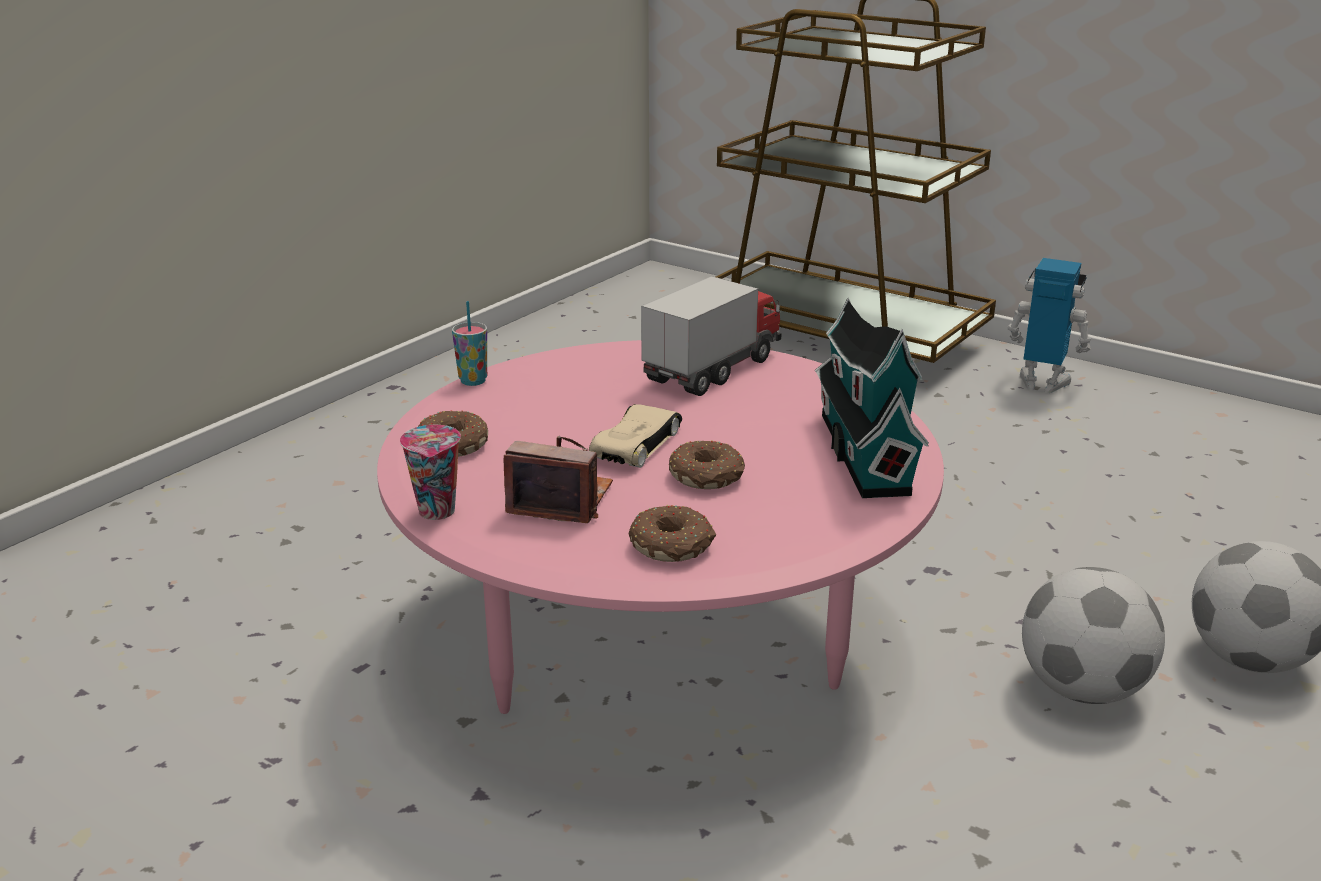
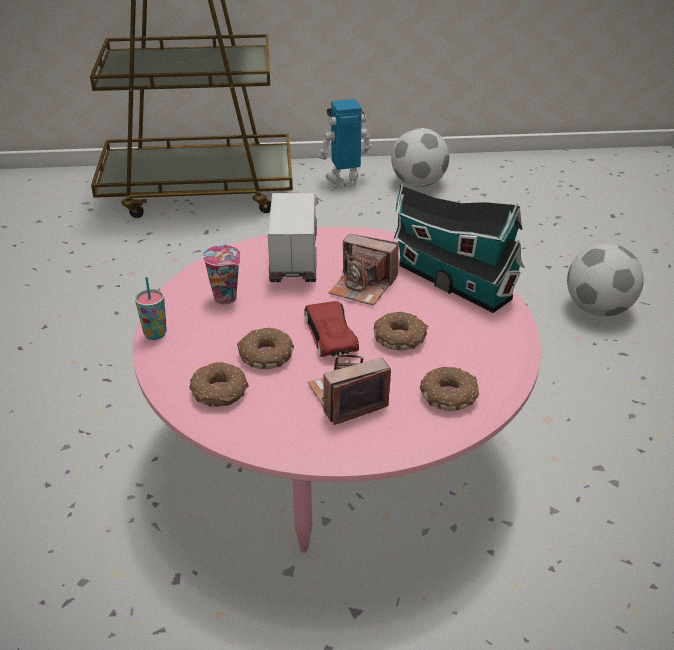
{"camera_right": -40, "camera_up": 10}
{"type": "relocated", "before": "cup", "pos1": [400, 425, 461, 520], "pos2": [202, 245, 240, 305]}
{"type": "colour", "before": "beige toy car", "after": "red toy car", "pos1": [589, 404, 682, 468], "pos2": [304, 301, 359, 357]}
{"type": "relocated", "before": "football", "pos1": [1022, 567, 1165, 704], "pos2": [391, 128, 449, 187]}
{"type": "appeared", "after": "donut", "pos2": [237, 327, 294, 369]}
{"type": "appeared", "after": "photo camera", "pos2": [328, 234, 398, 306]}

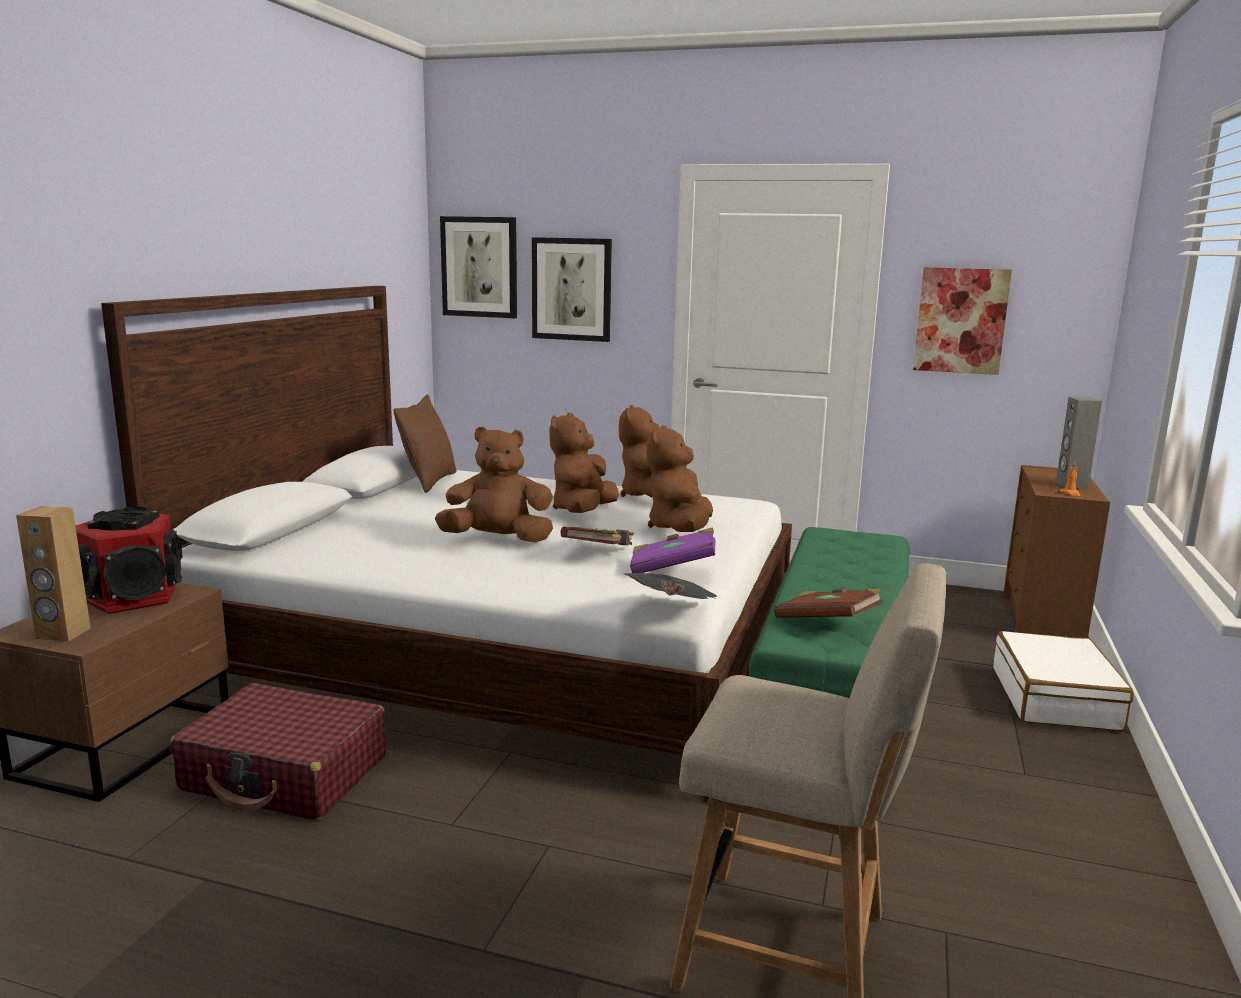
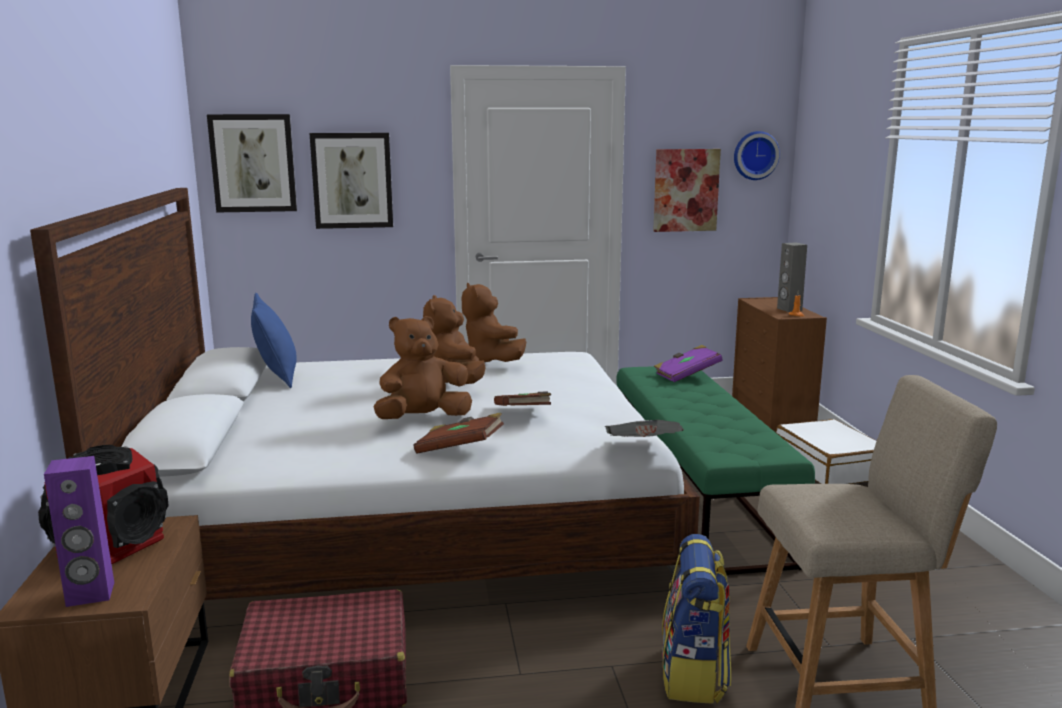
{"camera_right": -25, "camera_up": 0}
{"type": "colour", "before": "brown speaker", "after": "purple speaker", "pos1": [16, 506, 91, 642], "pos2": [44, 456, 114, 607]}
{"type": "colour", "before": "brown pillow", "after": "blue pillow", "pos1": [393, 395, 457, 493], "pos2": [251, 293, 297, 388]}
{"type": "relocated", "before": "purple book", "pos1": [630, 527, 715, 573], "pos2": [654, 345, 723, 382]}
{"type": "missing", "before": "brown plush toy", "pos1": [646, 425, 713, 532]}
{"type": "relocated", "before": "brown book", "pos1": [774, 588, 883, 618], "pos2": [414, 412, 504, 454]}
{"type": "appeared", "after": "backpack", "pos2": [662, 534, 731, 704]}
{"type": "appeared", "after": "wall clock", "pos2": [734, 131, 780, 180]}

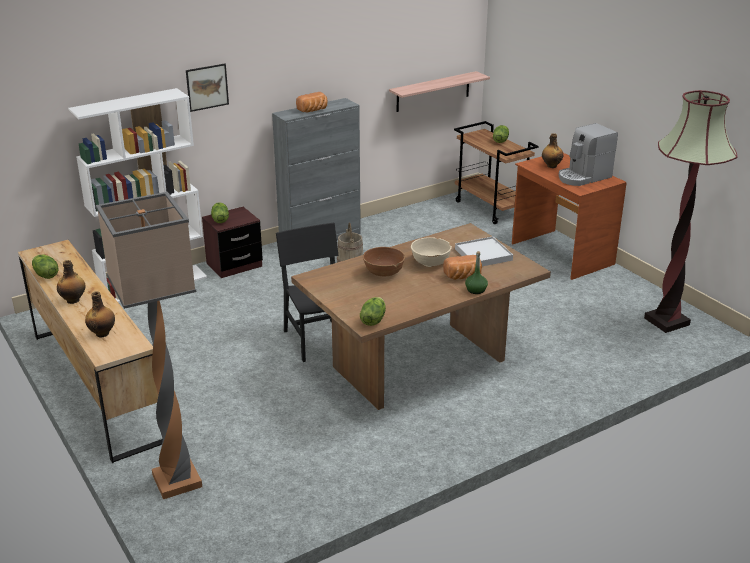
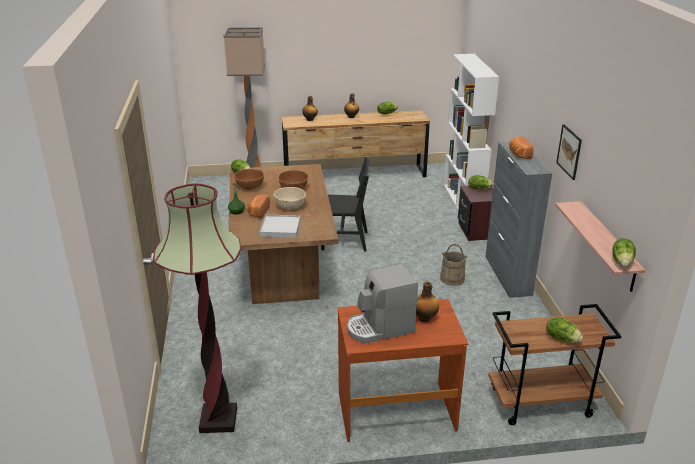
{"camera_right": 115, "camera_up": 0}
{"type": "relocated", "before": "picture", "pos1": [186, 64, 229, 112], "pos2": [556, 124, 582, 180]}
{"type": "spun", "before": "coffee machine", "pos1": [559, 123, 618, 186], "pos2": [347, 263, 418, 343], "turn": -105}
{"type": "appeared", "after": "brown bowl", "pos2": [234, 169, 264, 190]}
{"type": "appeared", "after": "lettuce", "pos2": [612, 238, 636, 267]}

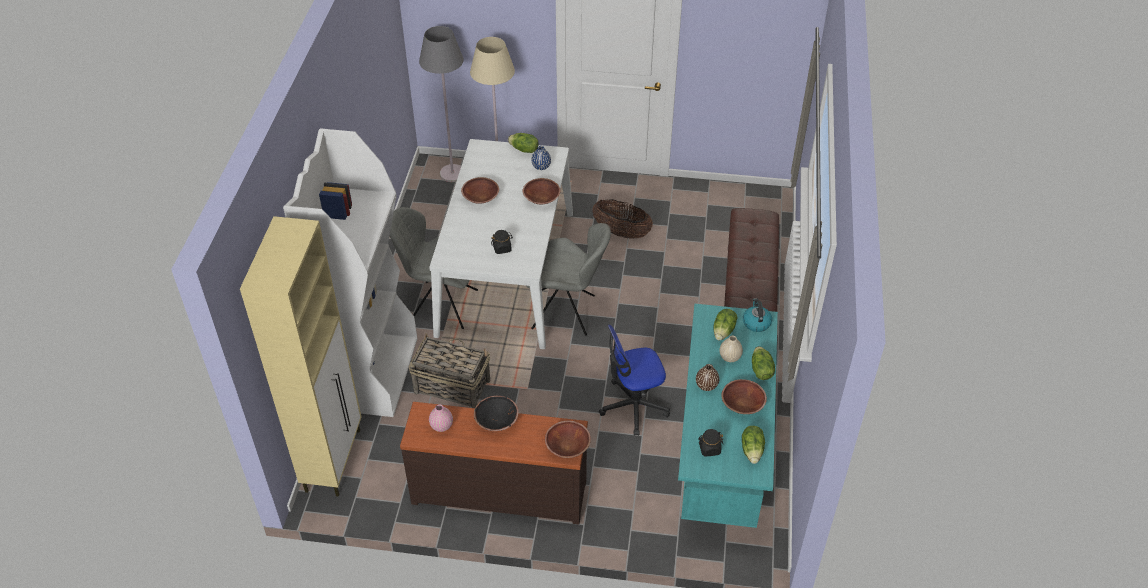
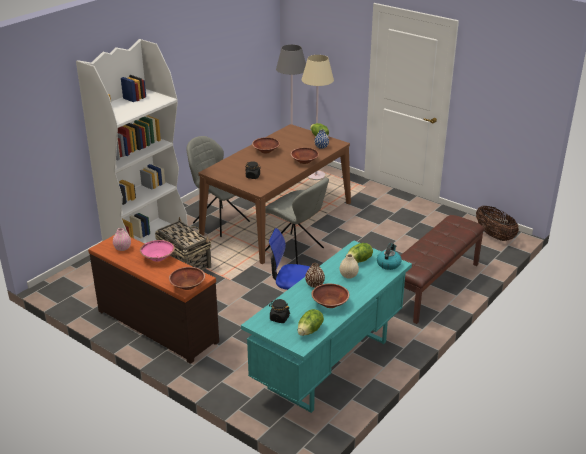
{"camera_right": 30, "camera_up": -15}
{"type": "missing", "before": "beige cabinet", "pos1": [240, 216, 362, 496]}
{"type": "colour", "before": "white dining table", "after": "brown dining table", "pos1": [429, 139, 573, 349], "pos2": [199, 124, 351, 264]}
{"type": "colour", "before": "black bowl", "after": "pink bowl", "pos1": [474, 396, 519, 431], "pos2": [140, 240, 175, 262]}
{"type": "relocated", "before": "basket", "pos1": [592, 199, 653, 239], "pos2": [476, 206, 519, 241]}
{"type": "missing", "before": "lettuce", "pos1": [752, 346, 775, 380]}

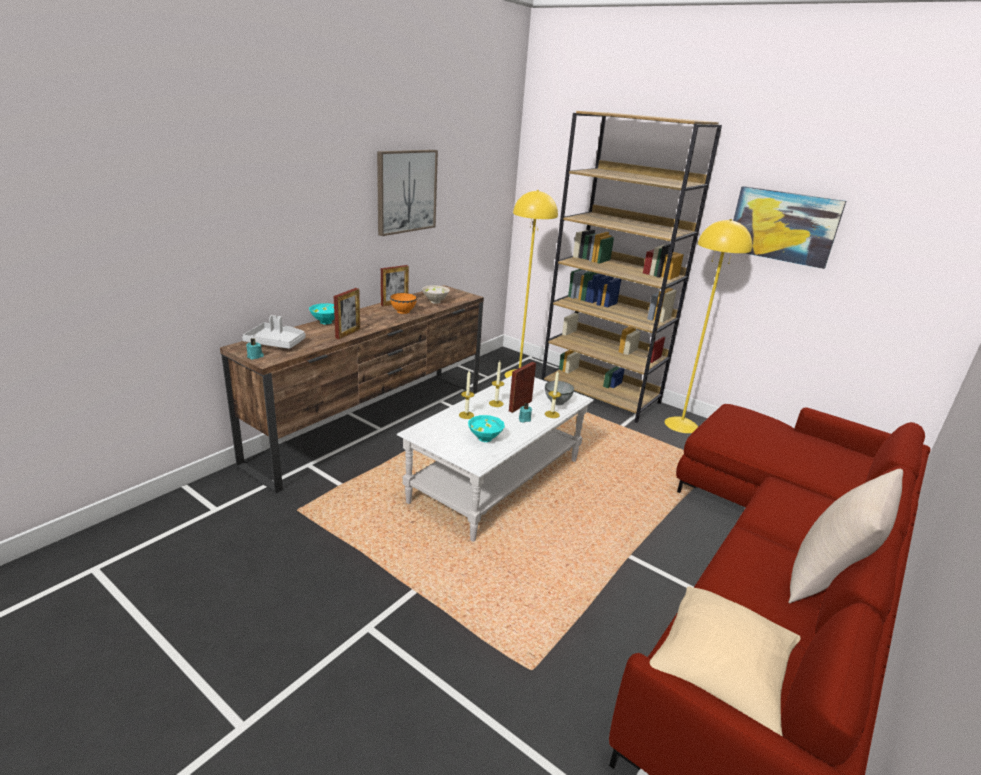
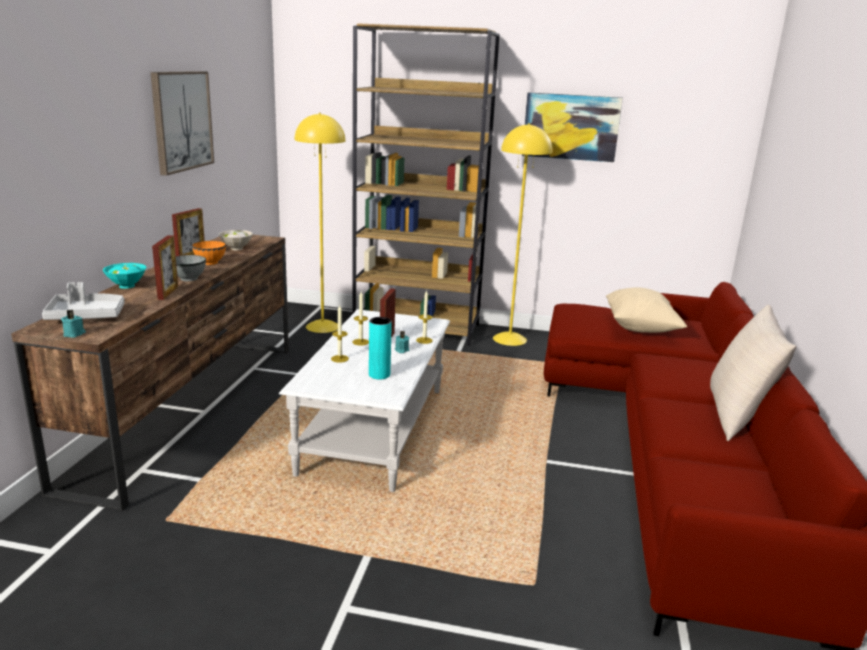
{"camera_right": -25, "camera_up": -5}
{"type": "exchanged", "before": "turquoise bowl", "after": "turquoise vase", "pos1": [468, 415, 505, 442], "pos2": [369, 317, 392, 379]}
{"type": "relocated", "before": "grey bowl", "pos1": [545, 381, 574, 405], "pos2": [176, 255, 206, 281]}
{"type": "relocated", "before": "beige pillow", "pos1": [650, 586, 801, 737], "pos2": [606, 287, 687, 333]}

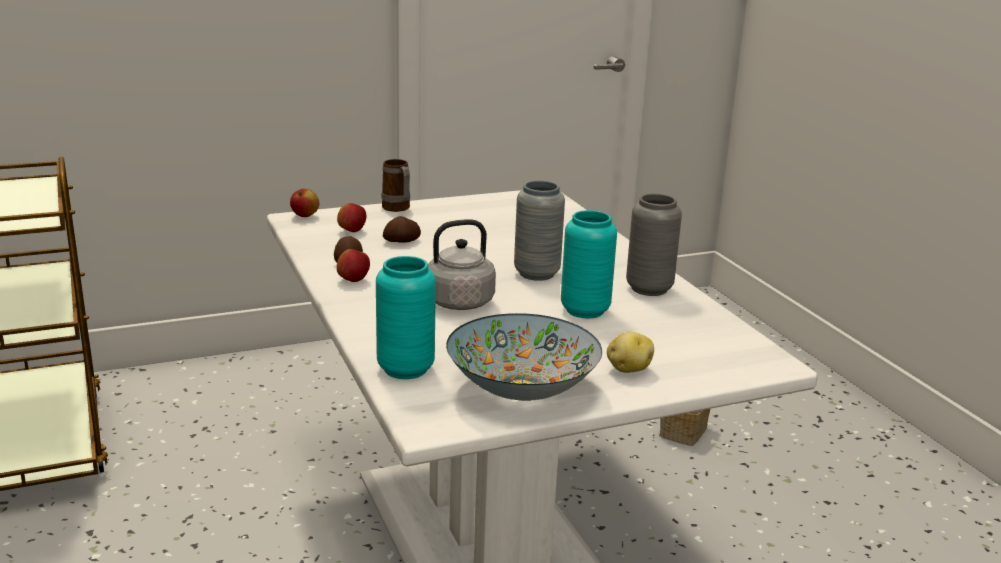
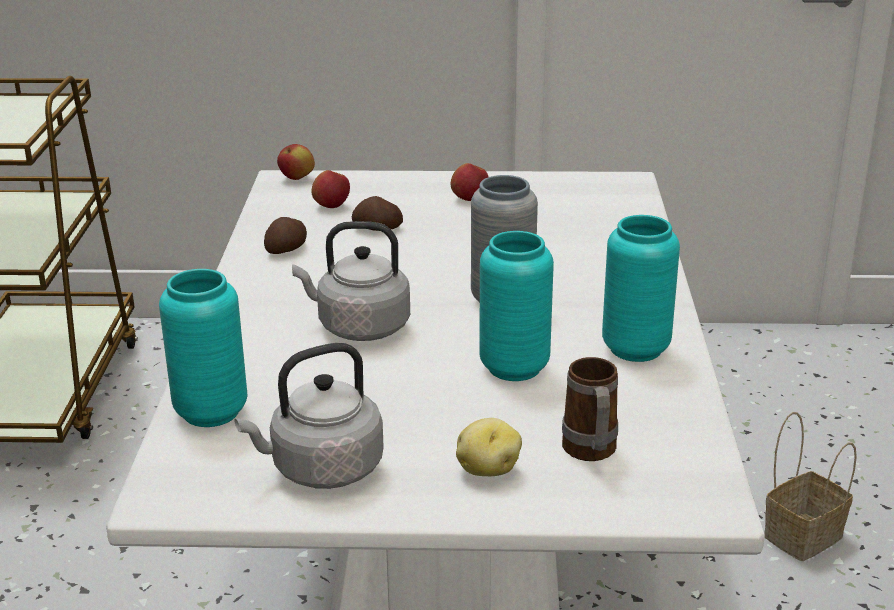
{"camera_right": 25, "camera_up": 5}
{"type": "relocated", "before": "apple", "pos1": [336, 249, 370, 282], "pos2": [451, 163, 489, 201]}
{"type": "relocated", "before": "mug", "pos1": [382, 159, 410, 212], "pos2": [562, 357, 618, 461]}
{"type": "exchanged", "before": "bowl", "after": "grey kettle", "pos1": [446, 313, 602, 401], "pos2": [234, 343, 384, 489]}
{"type": "colour", "before": "grey vase", "after": "turquoise vase", "pos1": [626, 193, 682, 296], "pos2": [602, 215, 680, 362]}

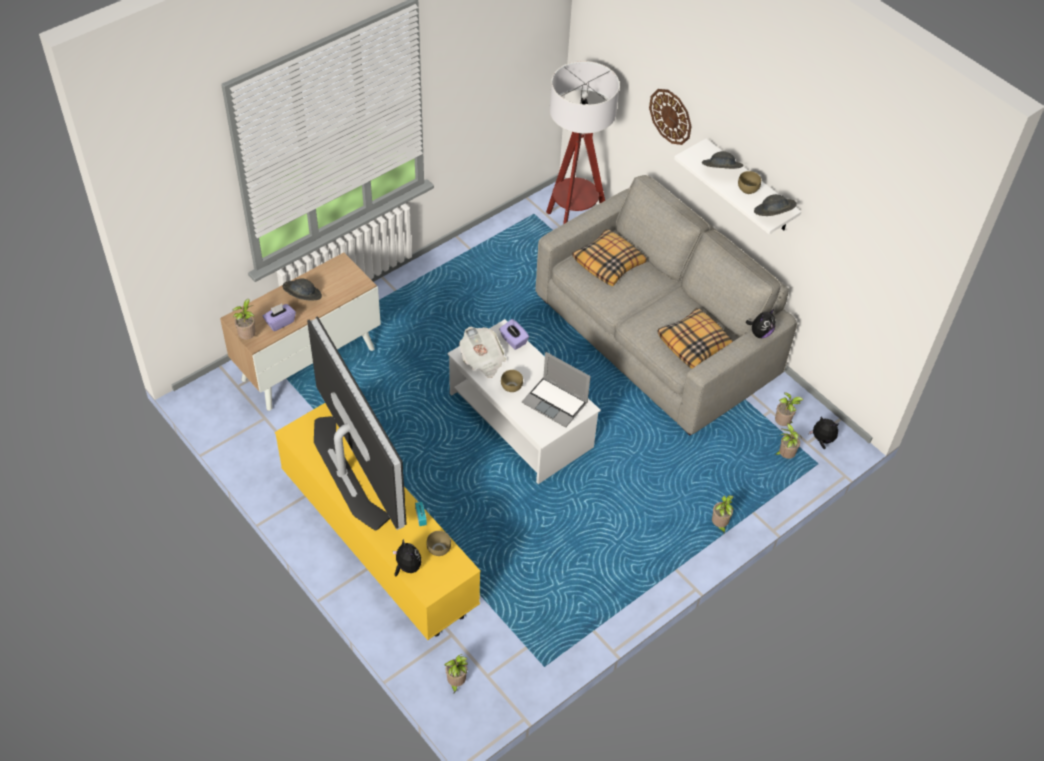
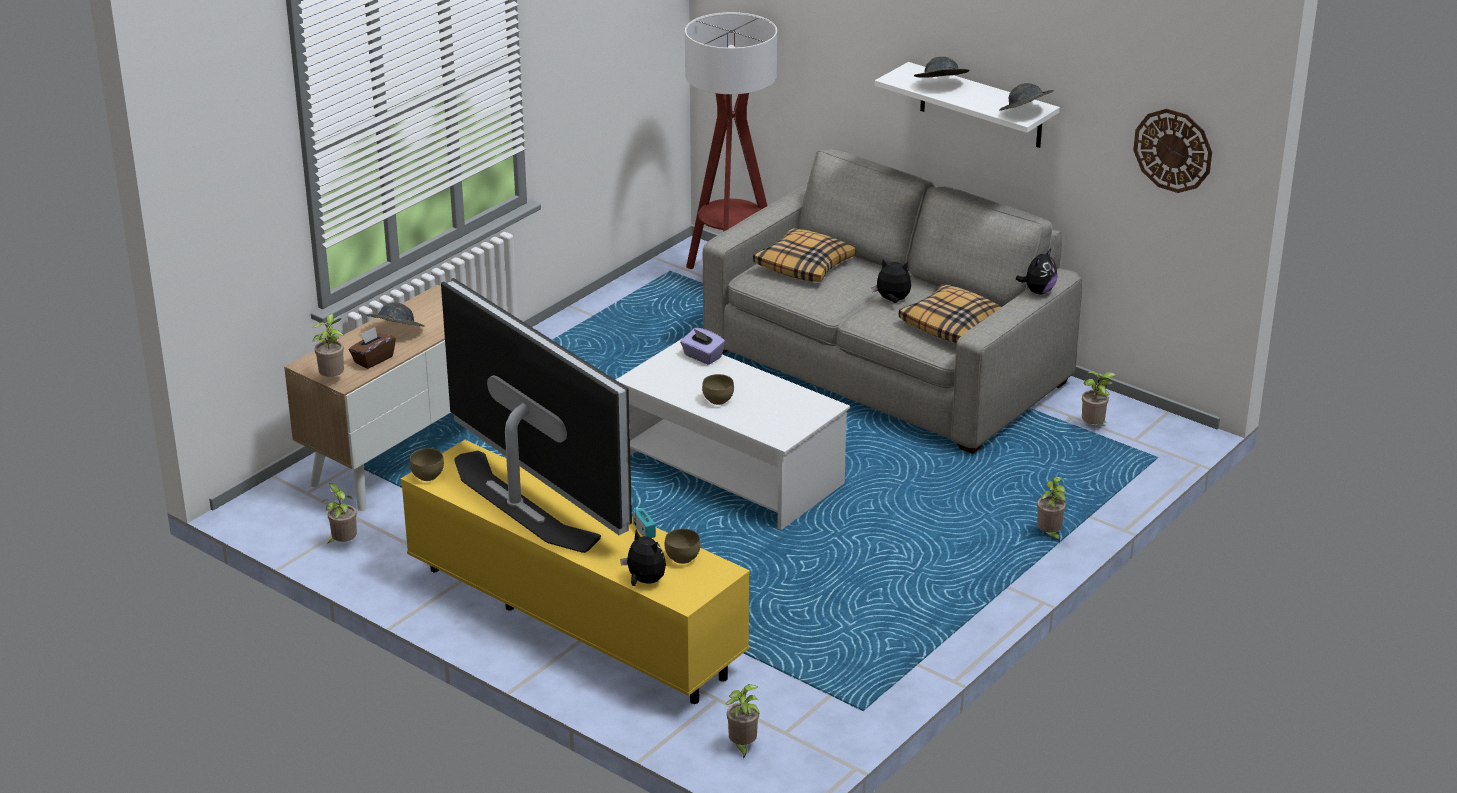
{"camera_right": -10, "camera_up": -20}
{"type": "colour", "before": "purple tissue box", "after": "brown tissue box", "pos1": [263, 304, 296, 331], "pos2": [349, 327, 396, 369]}
{"type": "missing", "before": "newspaper", "pos1": [459, 326, 506, 378]}
{"type": "missing", "before": "laptop", "pos1": [522, 352, 591, 428]}
{"type": "relocated", "before": "wall clock", "pos1": [649, 89, 692, 145], "pos2": [1133, 109, 1212, 193]}
{"type": "relocated", "before": "brown bowl", "pos1": [738, 171, 761, 194], "pos2": [410, 448, 444, 481]}
{"type": "relocated", "before": "potted plant", "pos1": [775, 423, 802, 459], "pos2": [321, 483, 357, 544]}
{"type": "relocated", "before": "plush toy", "pos1": [809, 416, 838, 449], "pos2": [872, 259, 911, 303]}

